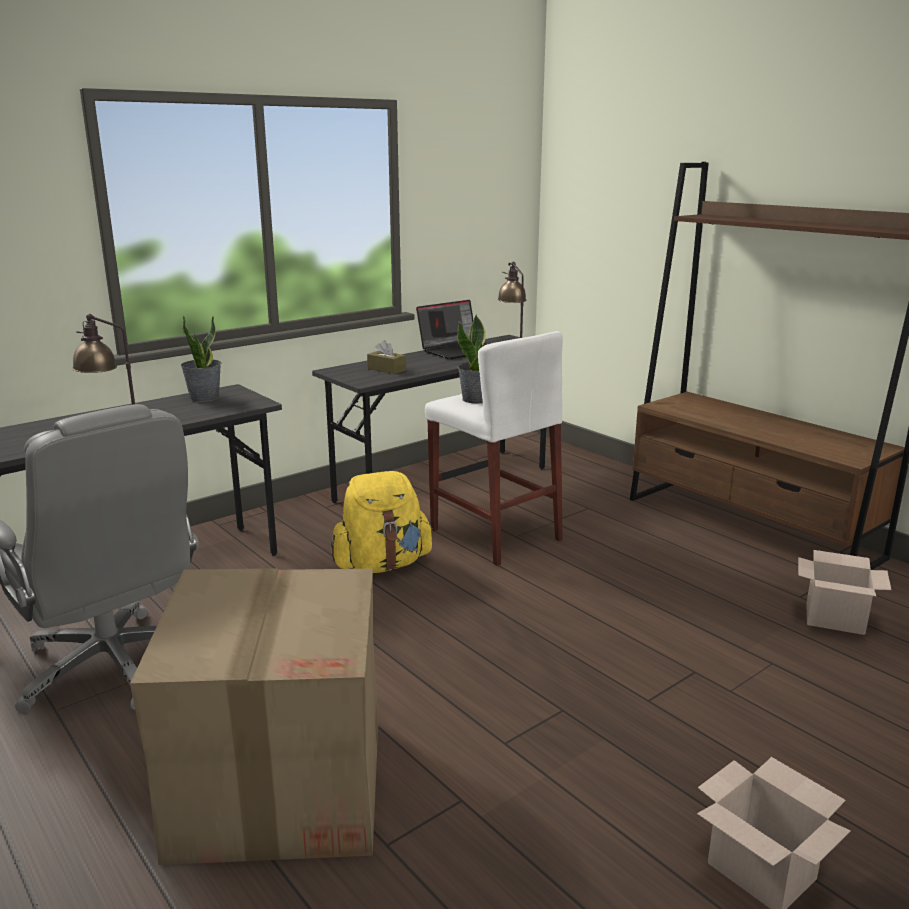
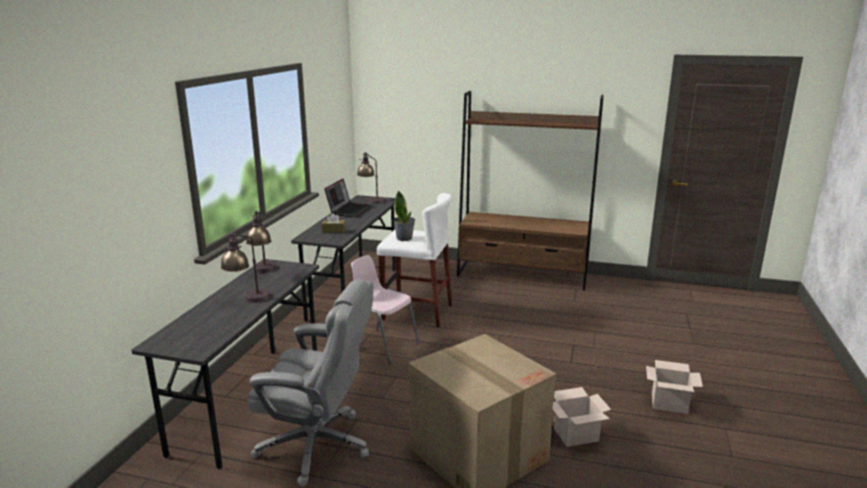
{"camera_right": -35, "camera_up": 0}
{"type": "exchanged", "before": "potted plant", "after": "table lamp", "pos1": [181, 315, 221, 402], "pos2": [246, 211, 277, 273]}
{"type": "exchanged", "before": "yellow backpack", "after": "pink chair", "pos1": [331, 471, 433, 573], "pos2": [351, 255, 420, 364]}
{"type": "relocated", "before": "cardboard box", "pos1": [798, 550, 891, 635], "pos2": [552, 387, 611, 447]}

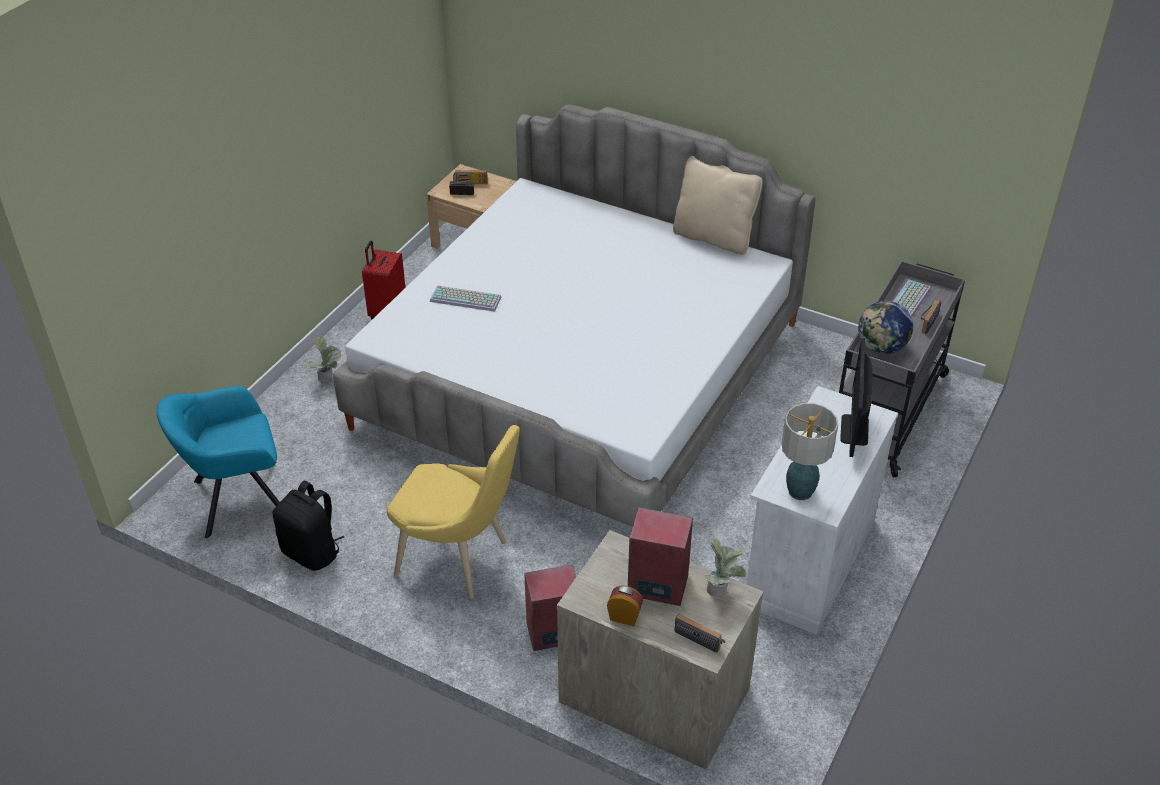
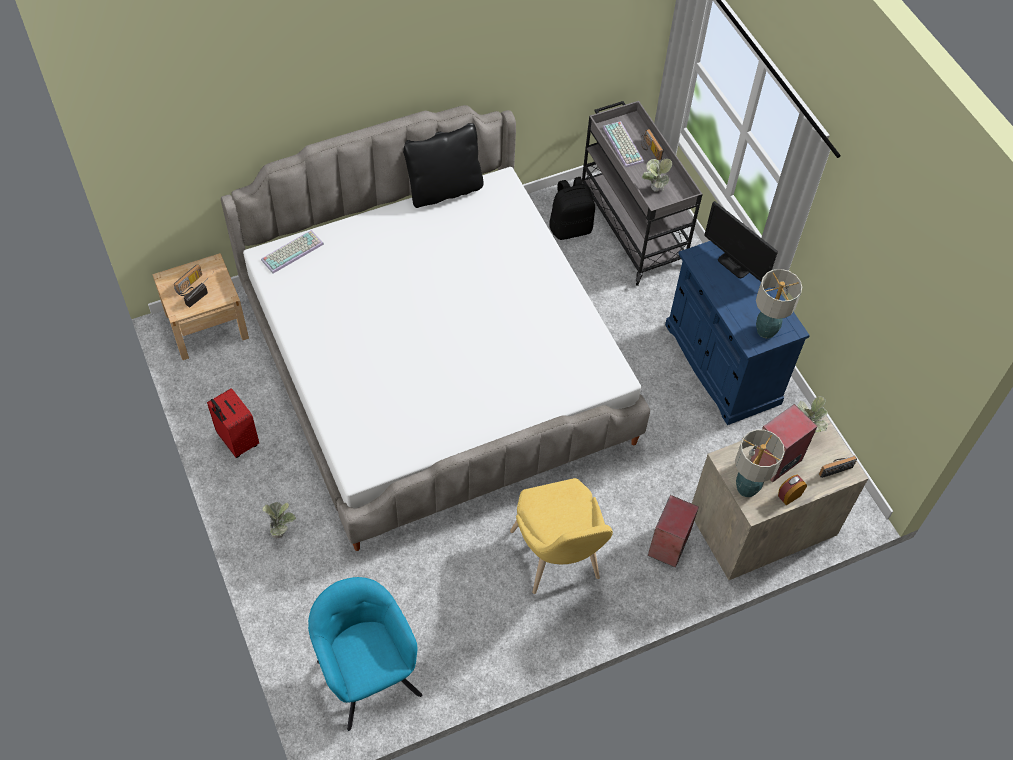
{"camera_right": -55, "camera_up": 15}
{"type": "spun", "before": "turquoise armchair", "pos1": [157, 386, 280, 538], "pos2": [308, 577, 422, 731], "turn": 135}
{"type": "relocated", "before": "black backpack", "pos1": [272, 481, 344, 571], "pos2": [549, 177, 595, 240]}
{"type": "spun", "before": "yellow chair", "pos1": [387, 425, 520, 598], "pos2": [510, 478, 613, 594], "turn": 105}
{"type": "relocated", "before": "keyboard", "pos1": [430, 285, 501, 312], "pos2": [261, 230, 324, 274]}
{"type": "colour", "before": "beige pillow", "after": "black pillow", "pos1": [673, 156, 763, 255], "pos2": [403, 123, 483, 208]}
{"type": "colour", "before": "white cabinet", "after": "blue cabinet", "pos1": [746, 386, 898, 635], "pos2": [665, 241, 810, 425]}
{"type": "exchanged", "before": "globe", "after": "potted plant", "pos1": [858, 301, 913, 354], "pos2": [642, 159, 672, 192]}
{"type": "appeared", "after": "table lamp", "pos2": [735, 429, 785, 497]}

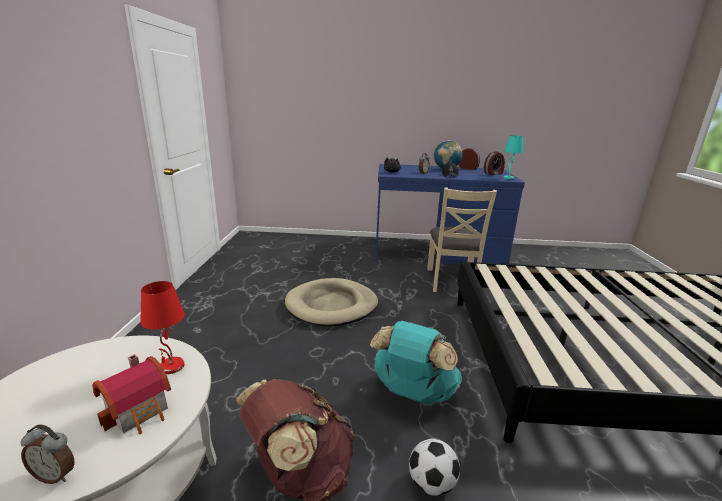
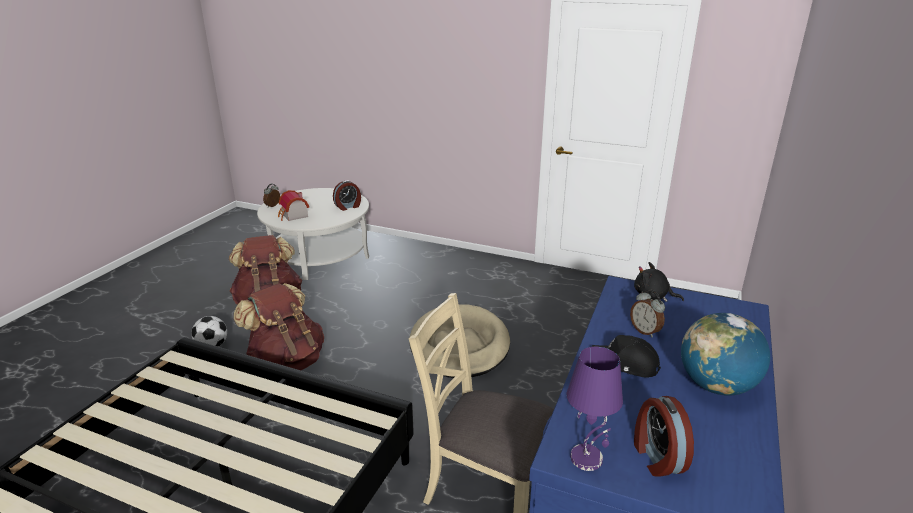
{"camera_right": 110, "camera_up": 5}
{"type": "missing", "before": "red table lamp", "pos1": [140, 281, 185, 374]}
{"type": "colour", "before": "turquoise backpack", "after": "brown backpack", "pos1": [370, 321, 462, 405], "pos2": [233, 283, 324, 370]}
{"type": "relocated", "before": "alarm clock", "pos1": [459, 147, 480, 170], "pos2": [333, 181, 361, 211]}
{"type": "colour", "before": "turquoise table lamp", "after": "purple table lamp", "pos1": [504, 135, 523, 179], "pos2": [566, 347, 623, 471]}

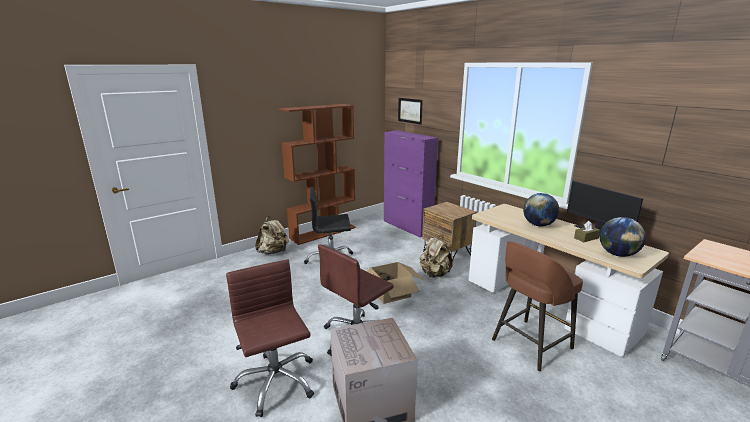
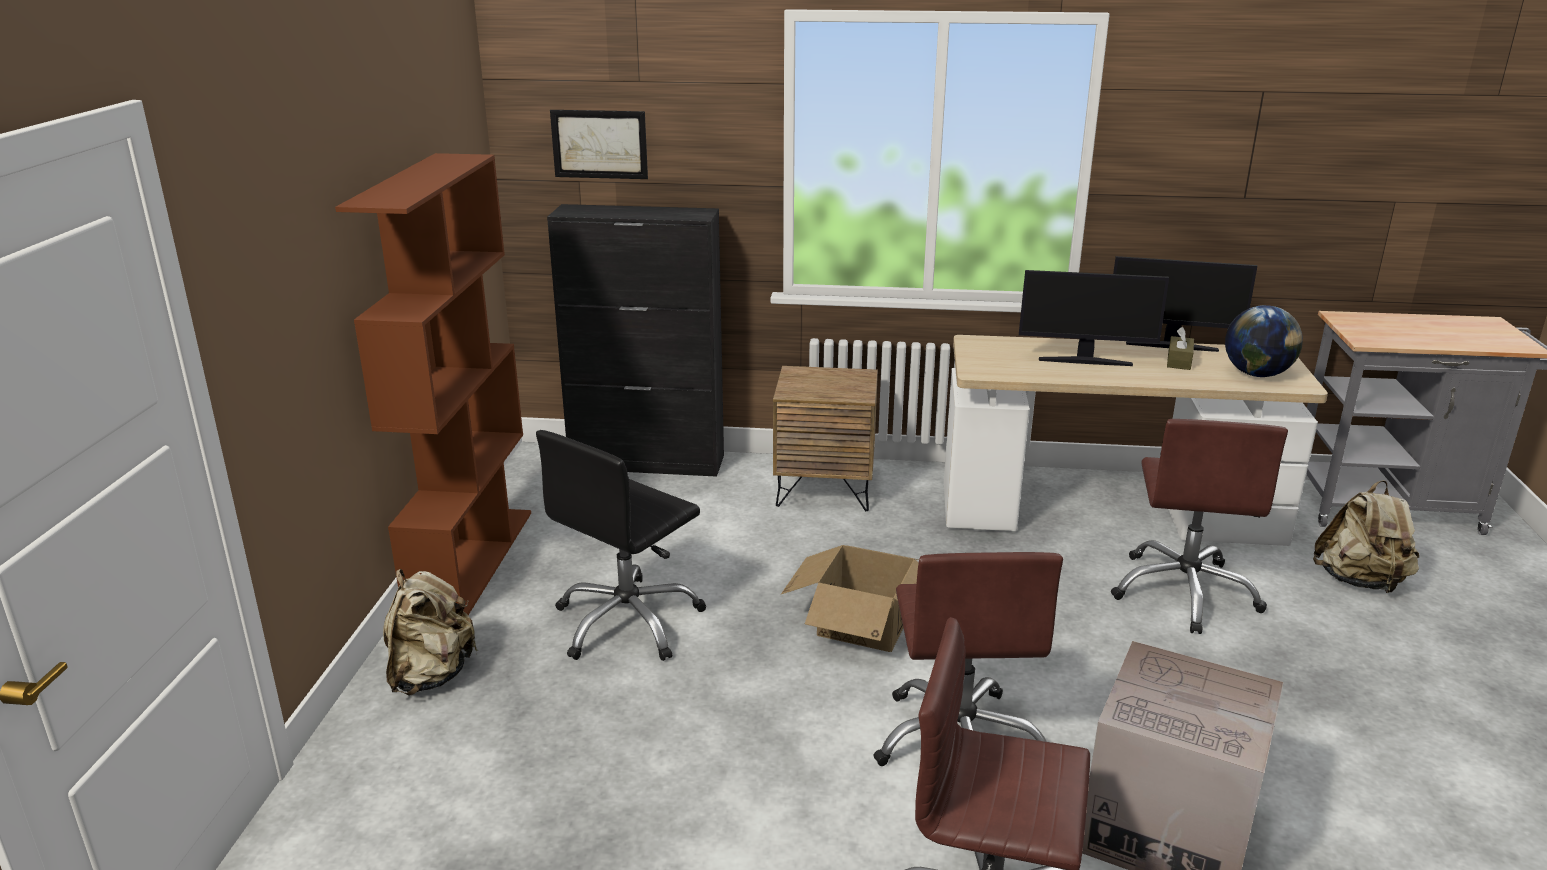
{"camera_right": -45, "camera_up": 5}
{"type": "colour", "before": "purple cabinet", "after": "black cabinet", "pos1": [384, 130, 438, 238], "pos2": [547, 204, 724, 477]}
{"type": "relocated", "before": "beige backpack", "pos1": [420, 236, 452, 278], "pos2": [1313, 480, 1419, 593]}
{"type": "exchanged", "before": "brown stool", "after": "brown office chair", "pos1": [492, 241, 583, 371], "pos2": [1111, 419, 1288, 634]}
{"type": "exchanged", "before": "globe", "after": "monitor", "pos1": [523, 193, 559, 226], "pos2": [1019, 270, 1169, 366]}

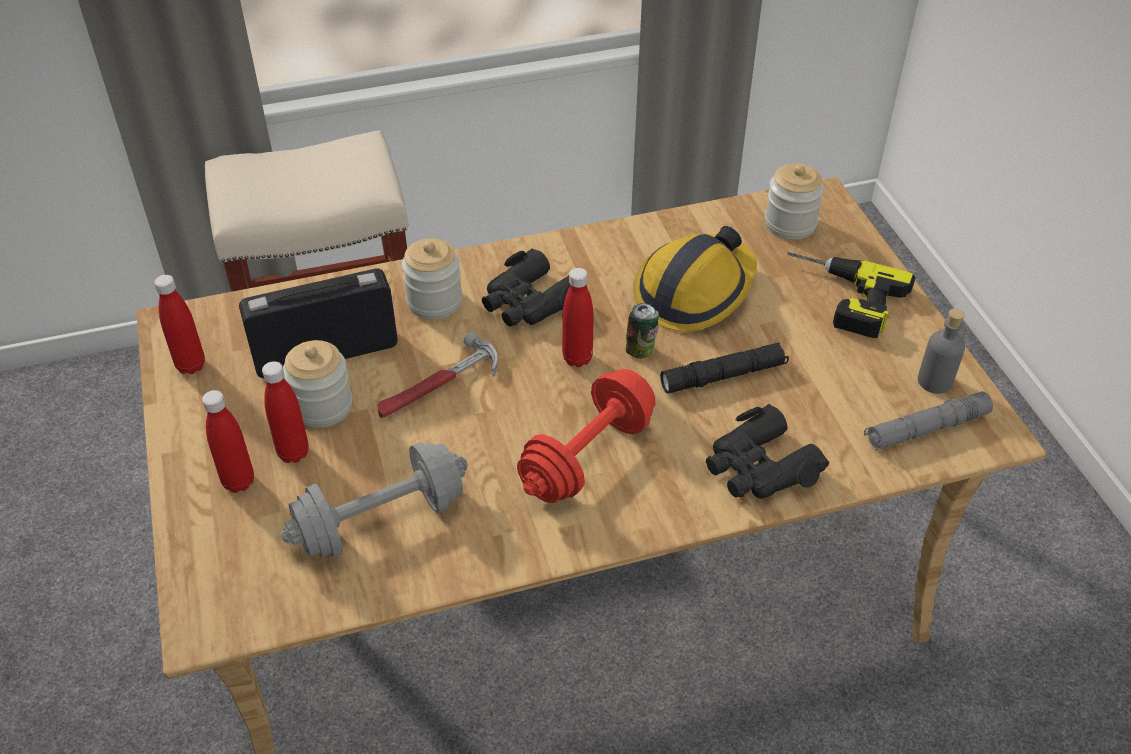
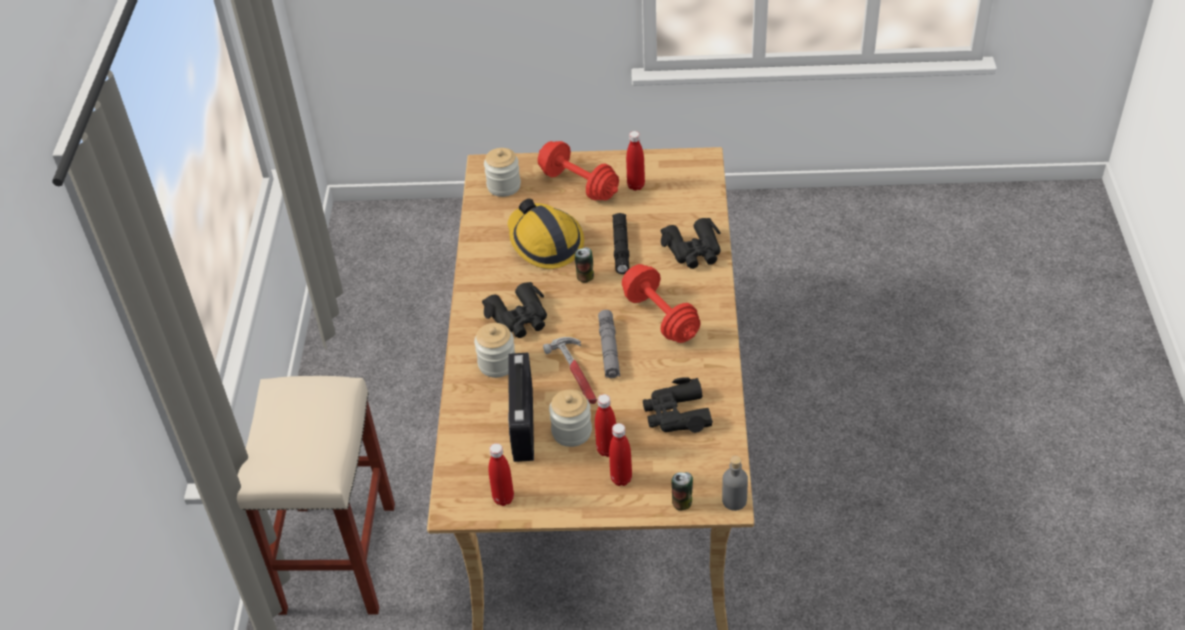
{"camera_right": -70, "camera_up": 0}
{"type": "exchanged", "before": "grey dumbbell", "after": "black binoculars", "pos1": [281, 442, 468, 557], "pos2": [643, 377, 713, 433]}
{"type": "relocated", "before": "red bottle", "pos1": [562, 268, 594, 367], "pos2": [626, 131, 645, 191]}
{"type": "exchanged", "before": "power drill", "after": "red dumbbell", "pos1": [787, 252, 916, 338], "pos2": [538, 141, 619, 200]}
{"type": "relocated", "before": "grey flashlight", "pos1": [864, 391, 993, 451], "pos2": [598, 310, 620, 378]}
{"type": "relocated", "before": "grey bottle", "pos1": [918, 309, 965, 394], "pos2": [722, 456, 748, 511]}
{"type": "appeared", "after": "can", "pos2": [671, 472, 693, 511]}

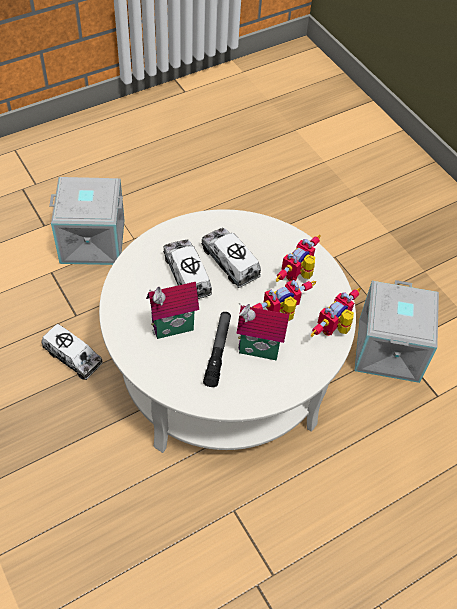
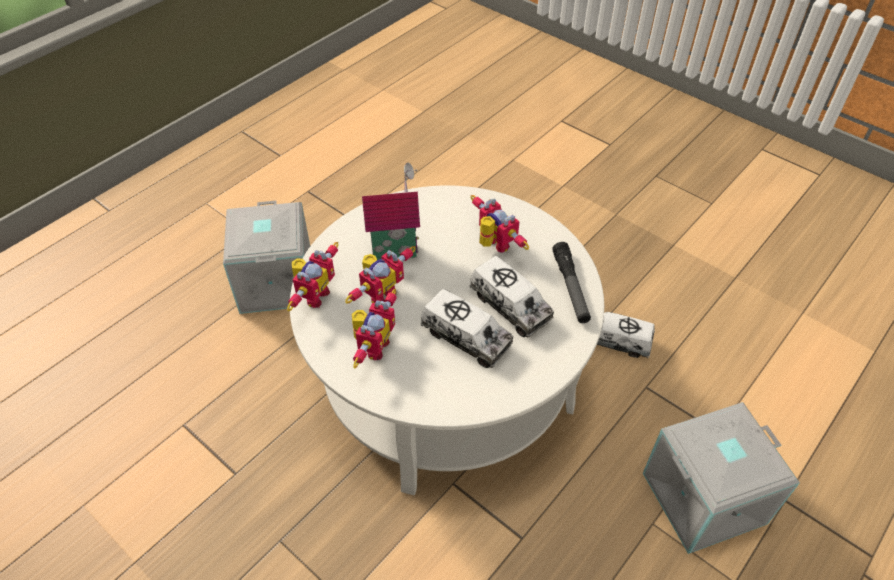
{"camera_right": 165, "camera_up": -5}
{"type": "exchanged", "before": "toy house", "after": "toy robot", "pos1": [146, 282, 199, 339], "pos2": [470, 195, 529, 253]}
{"type": "relocated", "before": "flashlight", "pos1": [203, 312, 231, 387], "pos2": [552, 242, 591, 323]}
{"type": "relocated", "before": "grey storage box", "pos1": [354, 280, 439, 383], "pos2": [223, 201, 310, 314]}

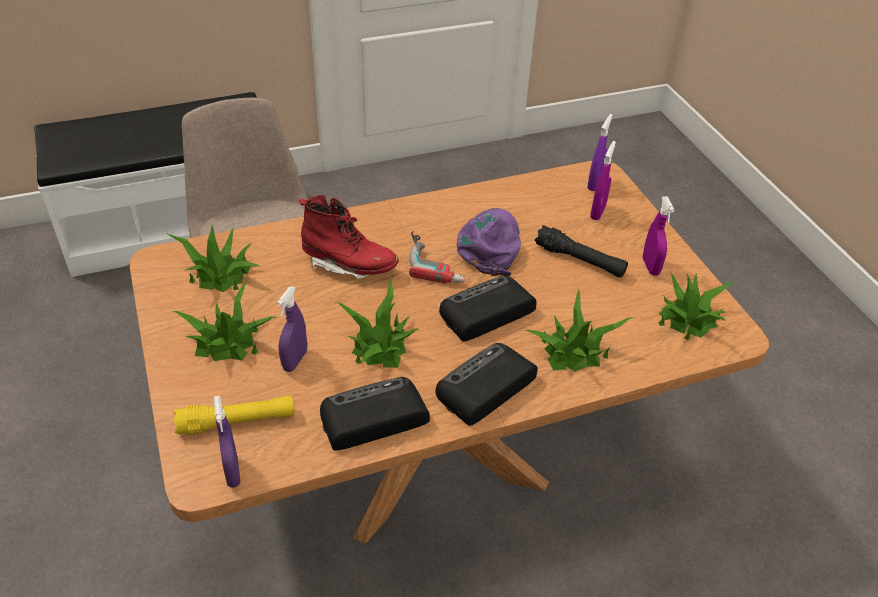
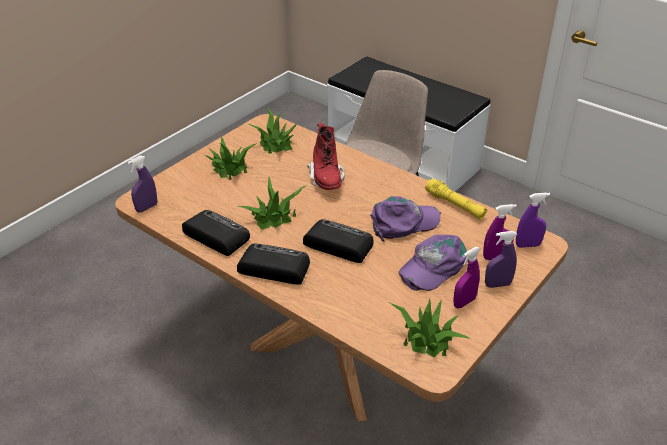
{"camera_right": 60, "camera_up": -5}
{"type": "relocated", "before": "yellow flashlight", "pos1": [173, 395, 295, 435], "pos2": [425, 178, 487, 220]}
{"type": "relocated", "before": "purple spray bottle", "pos1": [277, 286, 307, 372], "pos2": [485, 231, 517, 288]}
{"type": "missing", "before": "power drill", "pos1": [409, 231, 465, 284]}
{"type": "missing", "before": "potted plant", "pos1": [523, 290, 635, 372]}
{"type": "exchanged", "before": "black flashlight", "after": "purple cap", "pos1": [535, 225, 628, 278], "pos2": [399, 235, 467, 291]}

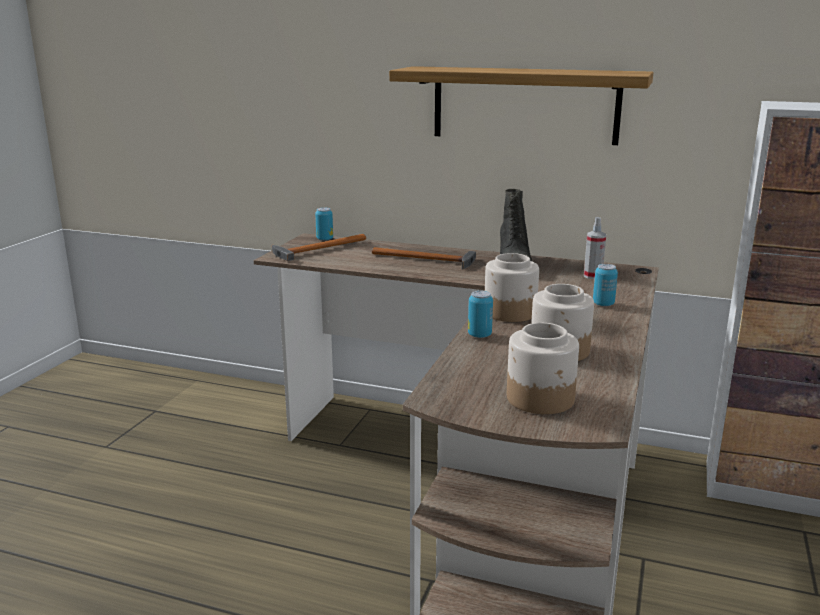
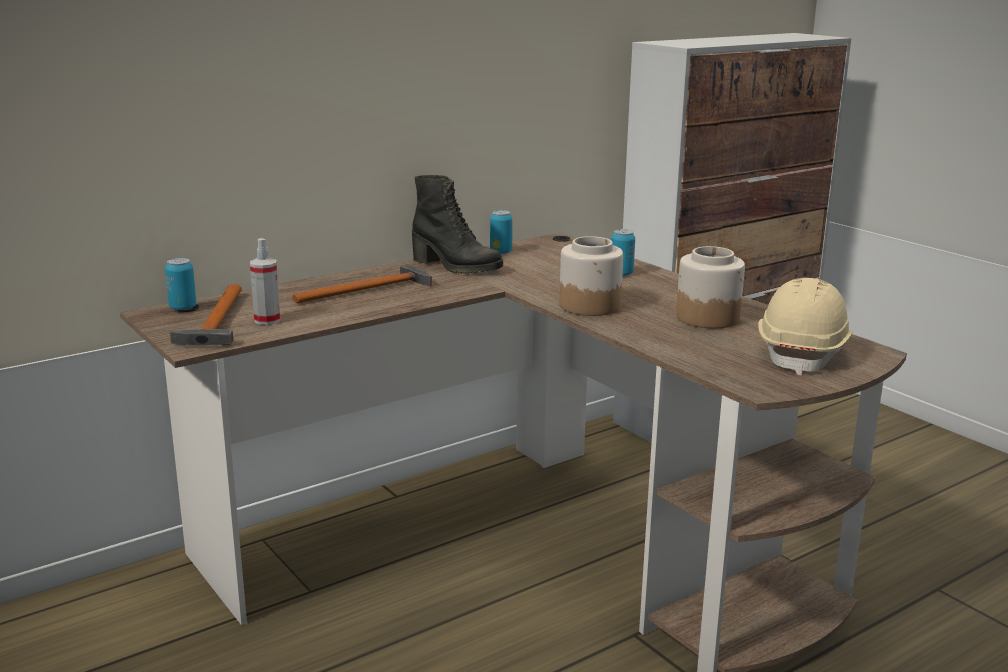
{"camera_right": -55, "camera_up": 0}
{"type": "missing", "before": "shelf", "pos1": [389, 66, 654, 145]}
{"type": "relocated", "before": "can", "pos1": [468, 291, 493, 338], "pos2": [490, 210, 513, 254]}
{"type": "exchanged", "before": "jar", "after": "beige hard hat", "pos1": [507, 323, 579, 414], "pos2": [758, 278, 852, 375]}
{"type": "relocated", "before": "spray bottle", "pos1": [584, 217, 606, 279], "pos2": [250, 238, 280, 325]}

